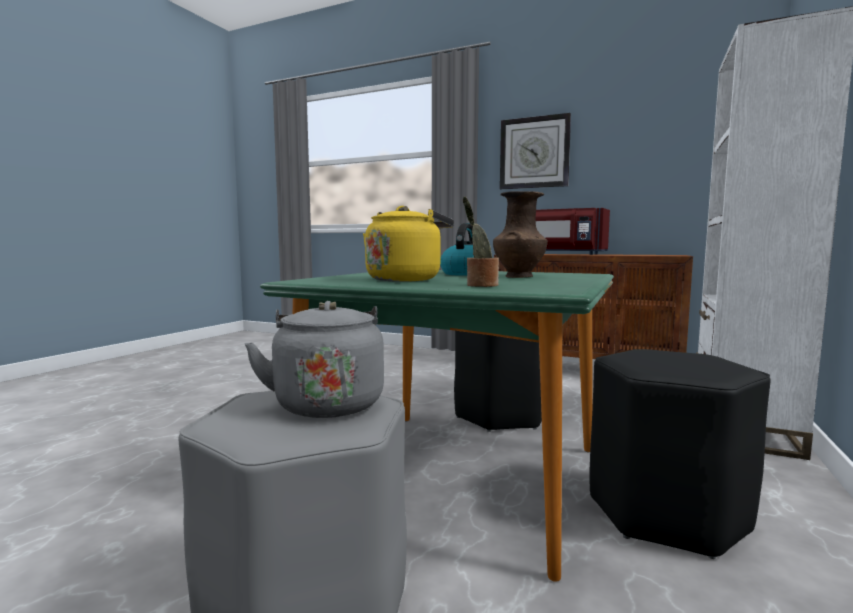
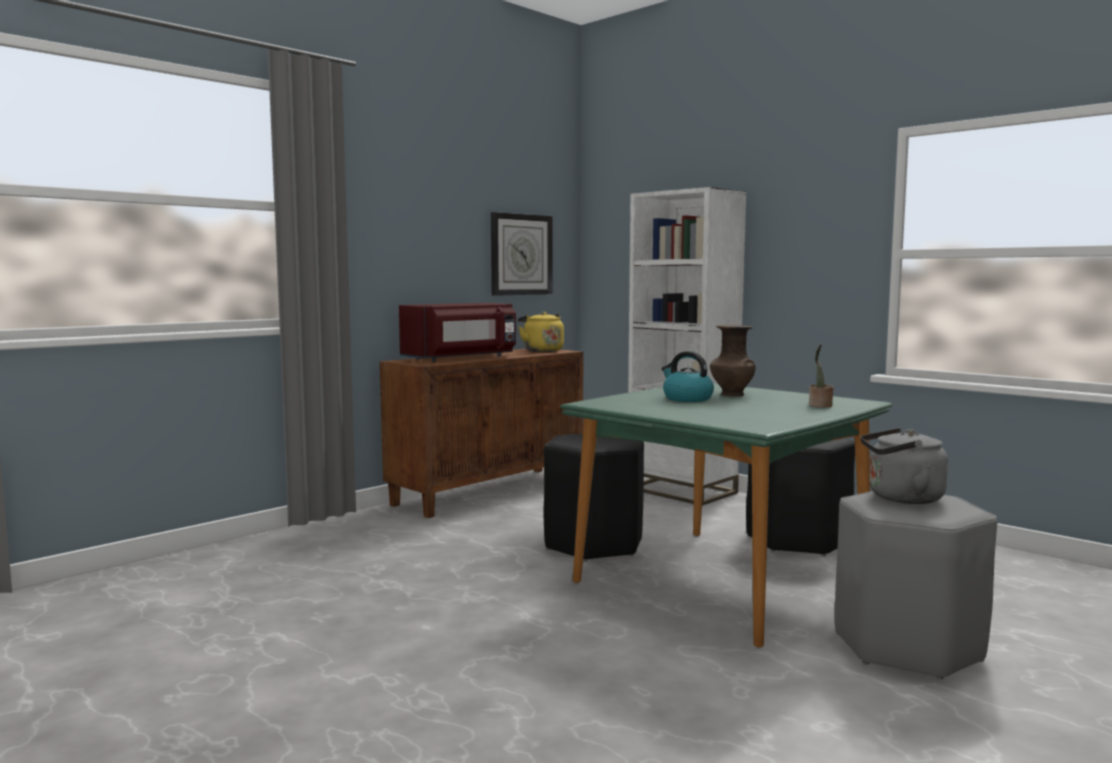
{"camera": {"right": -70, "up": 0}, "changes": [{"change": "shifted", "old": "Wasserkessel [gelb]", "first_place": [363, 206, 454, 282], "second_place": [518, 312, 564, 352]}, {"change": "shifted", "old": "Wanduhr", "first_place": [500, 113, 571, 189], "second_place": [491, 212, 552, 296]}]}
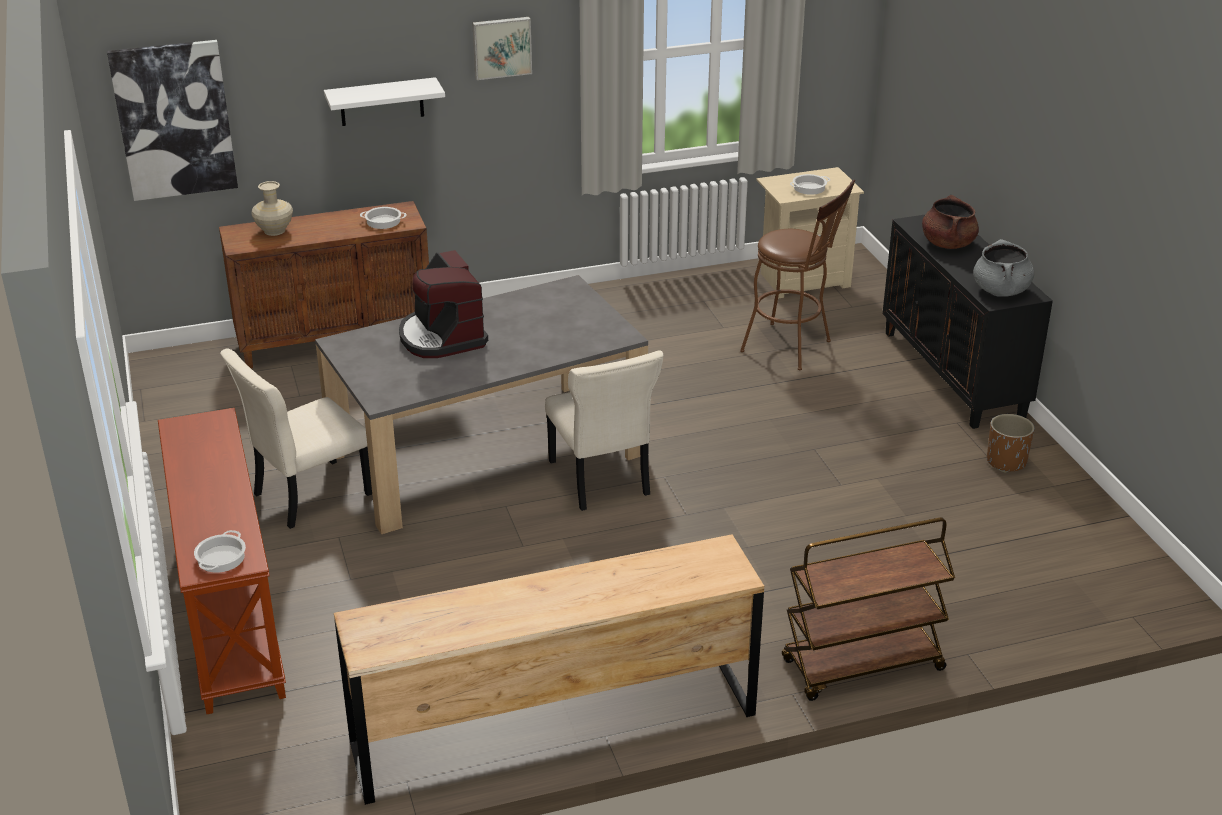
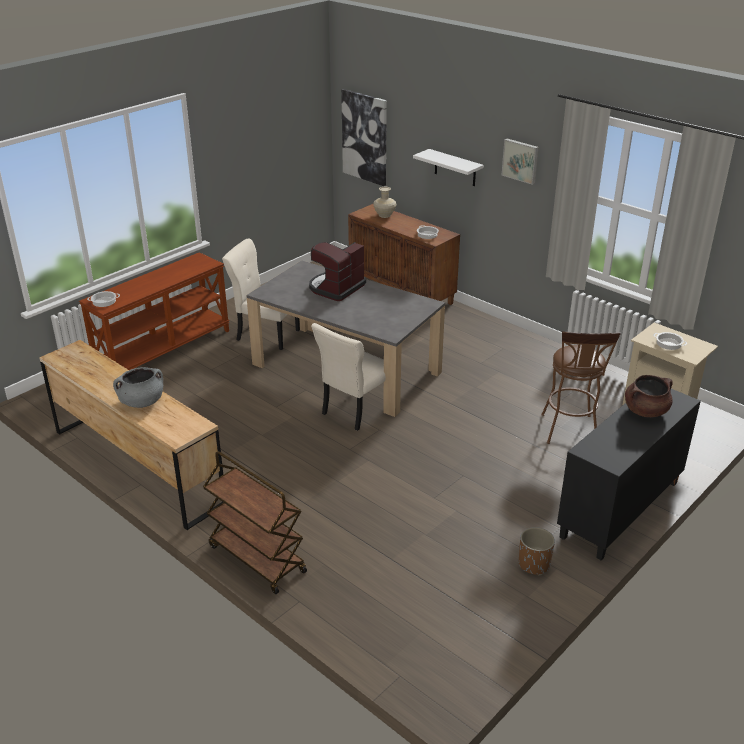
{"camera": {"right": 60, "up": 0}, "changes": [{"change": "shifted", "old": "Kochtopf [grau]", "first_place": [973, 239, 1034, 297], "second_place": [113, 367, 163, 408]}]}
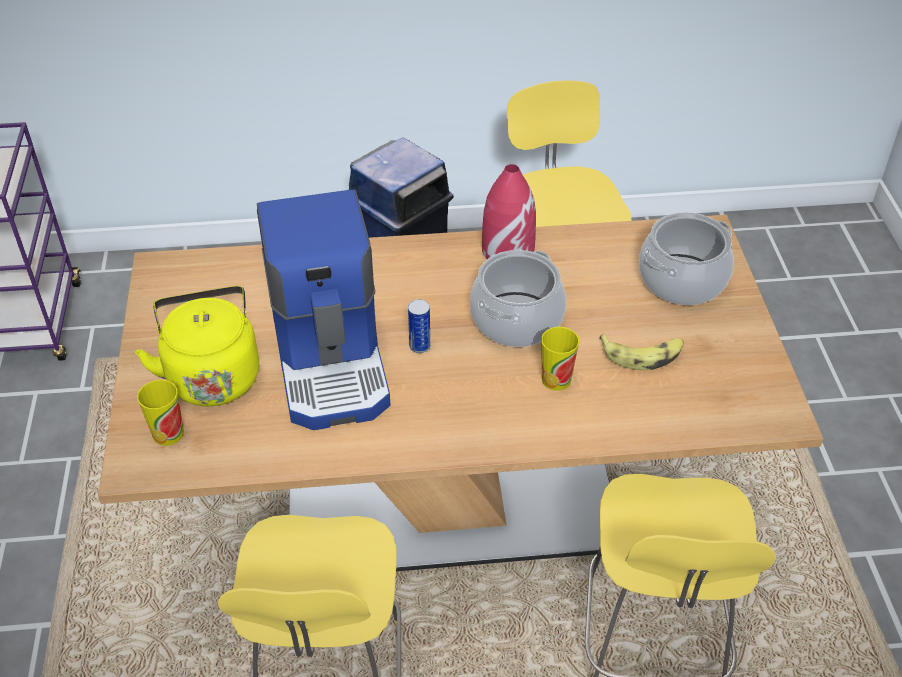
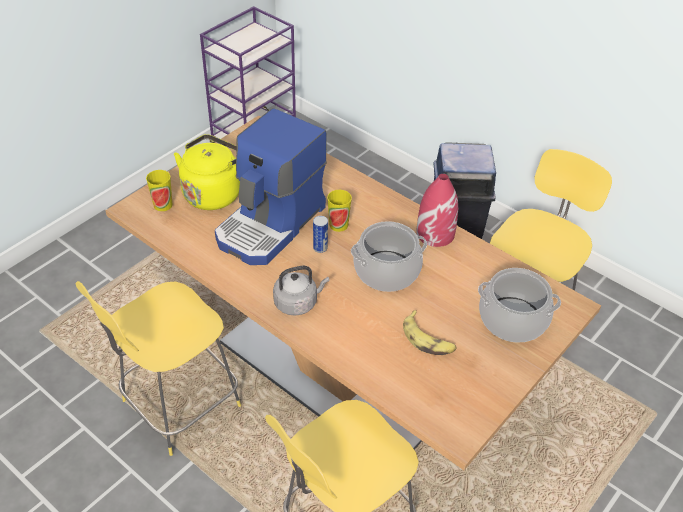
{"camera": {"right": 45, "up": 0}, "changes": [{"change": "new", "new": "Wasserkessel [grau]", "second_place": [273, 266, 329, 316]}, {"change": "shifted", "old": "Tasse", "first_place": [541, 327, 579, 391], "second_place": [327, 190, 352, 232]}]}
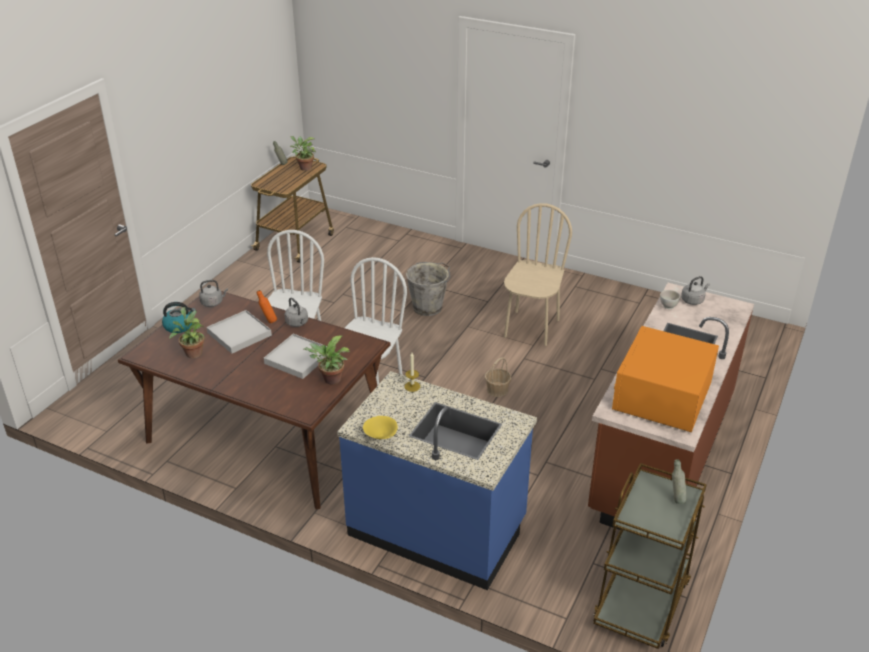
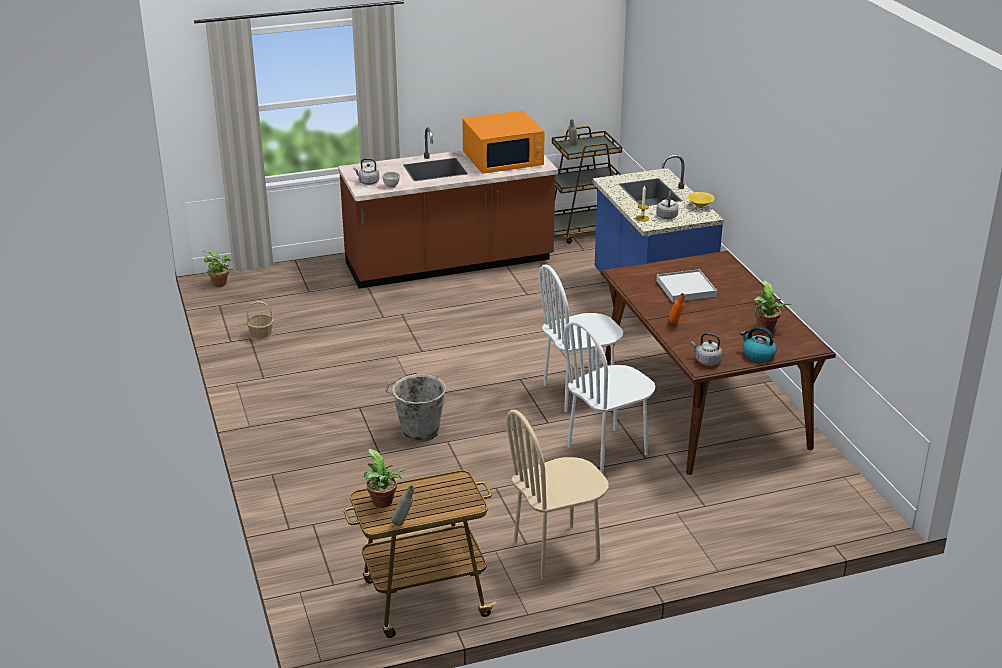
{"camera": {"right": -135, "up": -5}, "changes": [{"change": "gone", "old": "Tablett [weiß]", "first_place": [206, 310, 272, 354]}, {"change": "shifted", "old": "Wasserkessel [grau]", "first_place": [285, 298, 308, 327], "second_place": [656, 191, 679, 219]}, {"change": "shifted", "old": "Topfpflanze", "first_place": [304, 335, 350, 385], "second_place": [203, 250, 233, 287]}, {"change": "shifted", "old": "Korb", "first_place": [485, 357, 511, 397], "second_place": [246, 301, 274, 342]}, {"change": "shifted", "old": "Stuhl [beige]", "first_place": [504, 203, 572, 346], "second_place": [506, 410, 608, 580]}]}
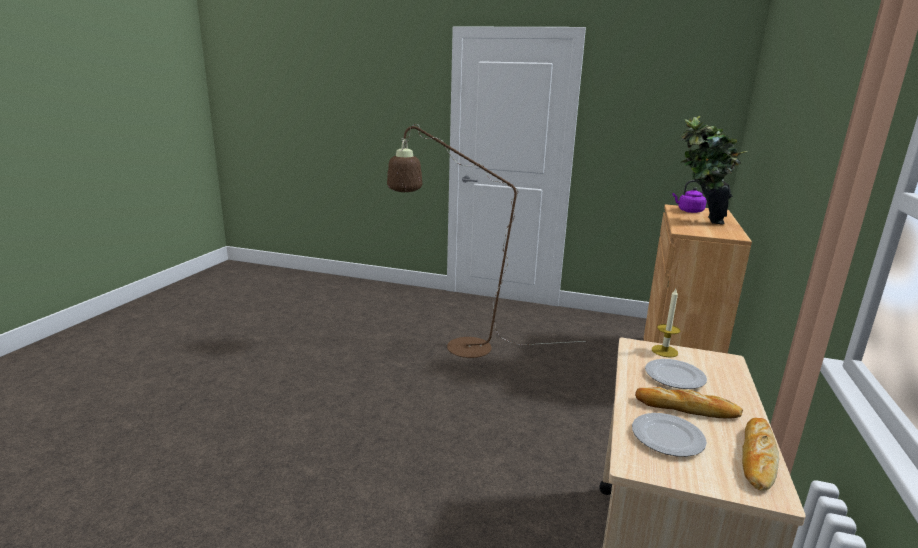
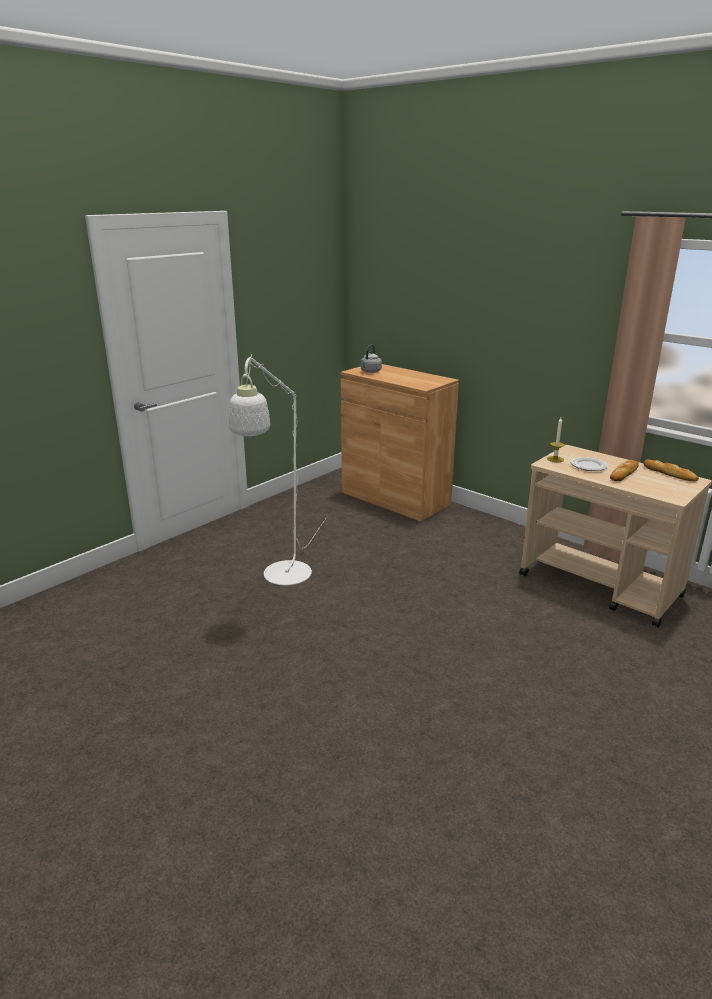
{"camera": {"right": -65, "up": 5}, "changes": [{"change": "gone", "old": "Teller", "first_place": [632, 413, 707, 457]}, {"change": "gone", "old": "Topfpflanze", "first_place": [680, 116, 748, 225]}, {"change": "repainted", "old": "Stehlampe [braun]", "new": "Stehlampe [weiß]", "first_place": [387, 124, 586, 358], "second_place": [228, 355, 328, 585]}, {"change": "repainted", "old": "Wasserkessel [lila]", "new": "Wasserkessel [grau]", "first_place": [672, 180, 707, 213], "second_place": [361, 344, 382, 373]}]}
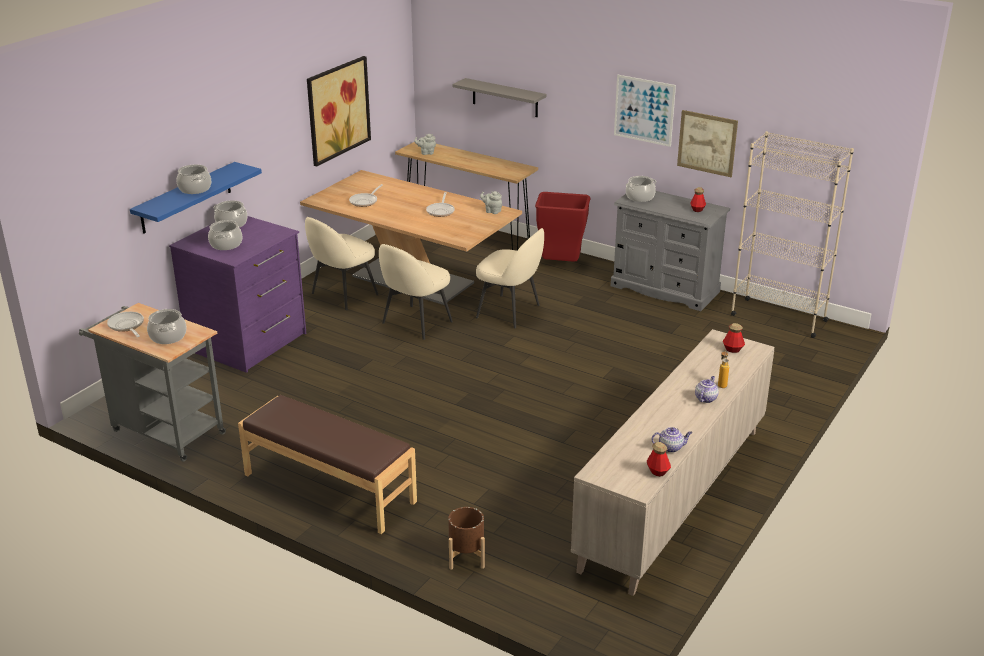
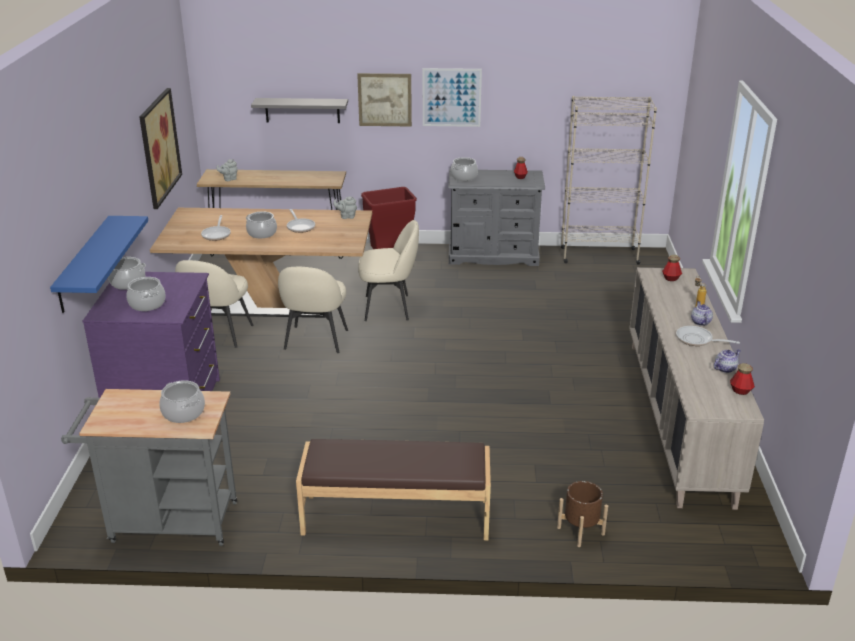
{"camera": {"right": -30, "up": 0}, "changes": [{"change": "shifted", "old": "Pfanne", "first_place": [107, 312, 144, 337], "second_place": [676, 326, 740, 346]}, {"change": "shifted", "old": "Kochtopf", "first_place": [176, 164, 211, 194], "second_place": [246, 211, 277, 239]}, {"change": "shifted", "old": "Bild", "first_place": [677, 110, 738, 177], "second_place": [357, 73, 412, 127]}]}
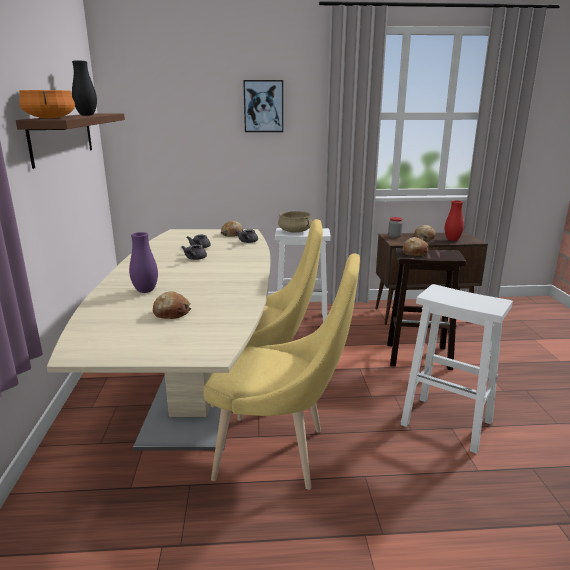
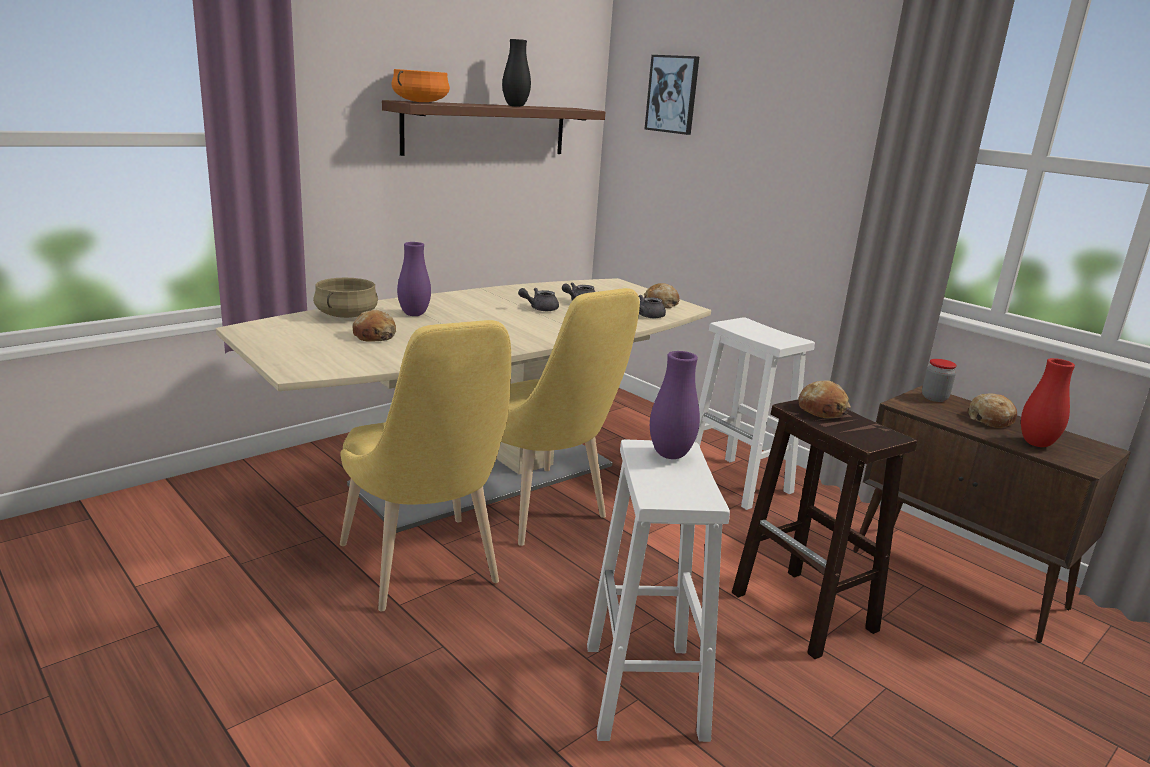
{"camera": {"right": 50, "up": 0}, "changes": [{"change": "new", "new": "Vase [lila]", "second_place": [650, 351, 700, 459]}, {"change": "shifted", "old": "Bild", "first_place": [243, 80, 283, 132], "second_place": [645, 55, 699, 135]}, {"change": "shifted", "old": "Kochtopf [beige]", "first_place": [278, 211, 312, 233], "second_place": [313, 278, 378, 318]}]}
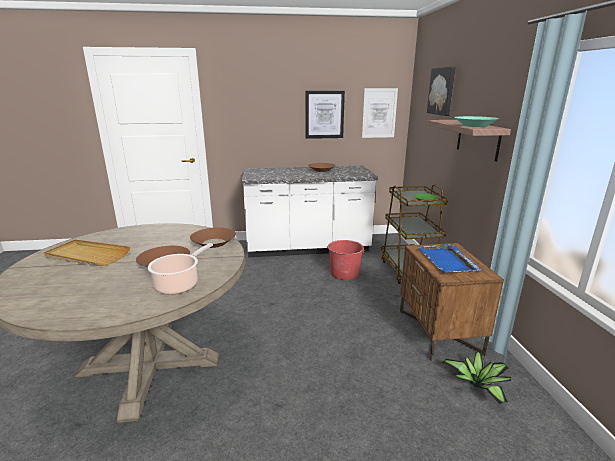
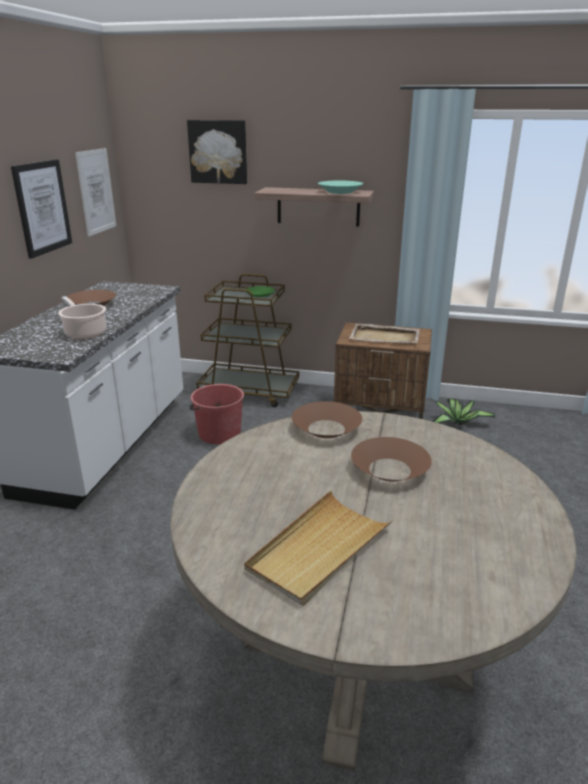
{"camera": {"right": -70, "up": 5}, "changes": [{"change": "shifted", "old": "Kochtopf", "first_place": [148, 243, 213, 295], "second_place": [58, 296, 107, 339]}, {"change": "repainted", "old": "Tablett [blau]", "new": "Tablett [beige]", "first_place": [418, 244, 482, 273], "second_place": [349, 324, 420, 343]}]}
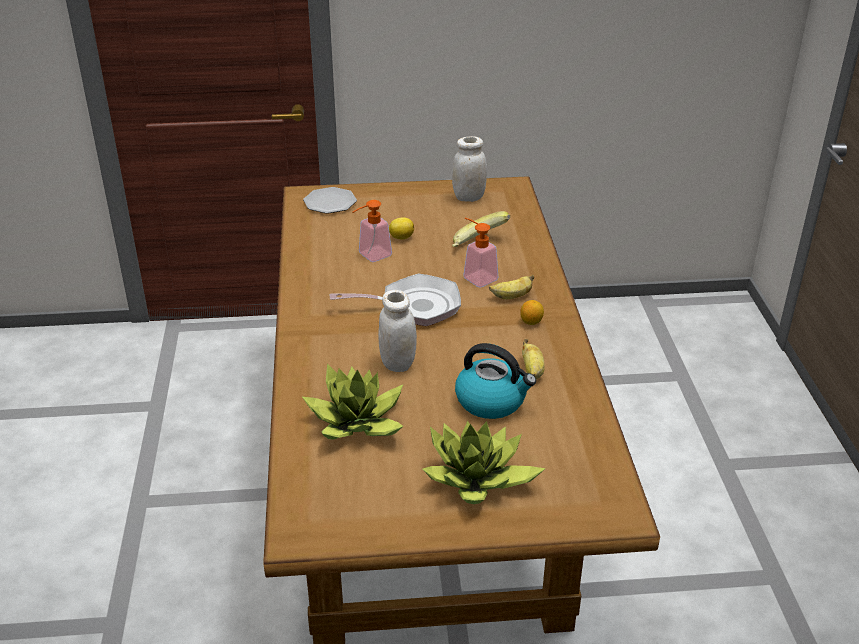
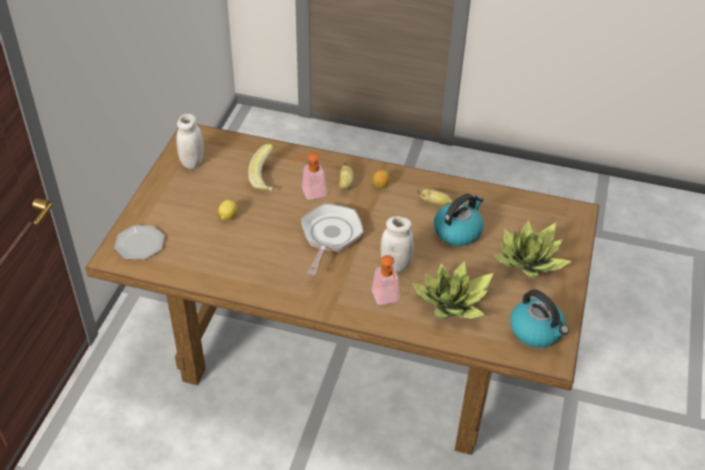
{"camera": {"right": -70, "up": 10}, "changes": [{"change": "new", "new": "Wasserkessel", "second_place": [510, 290, 569, 348]}, {"change": "shifted", "old": "Seifenspender", "first_place": [353, 200, 392, 262], "second_place": [372, 255, 399, 305]}]}
